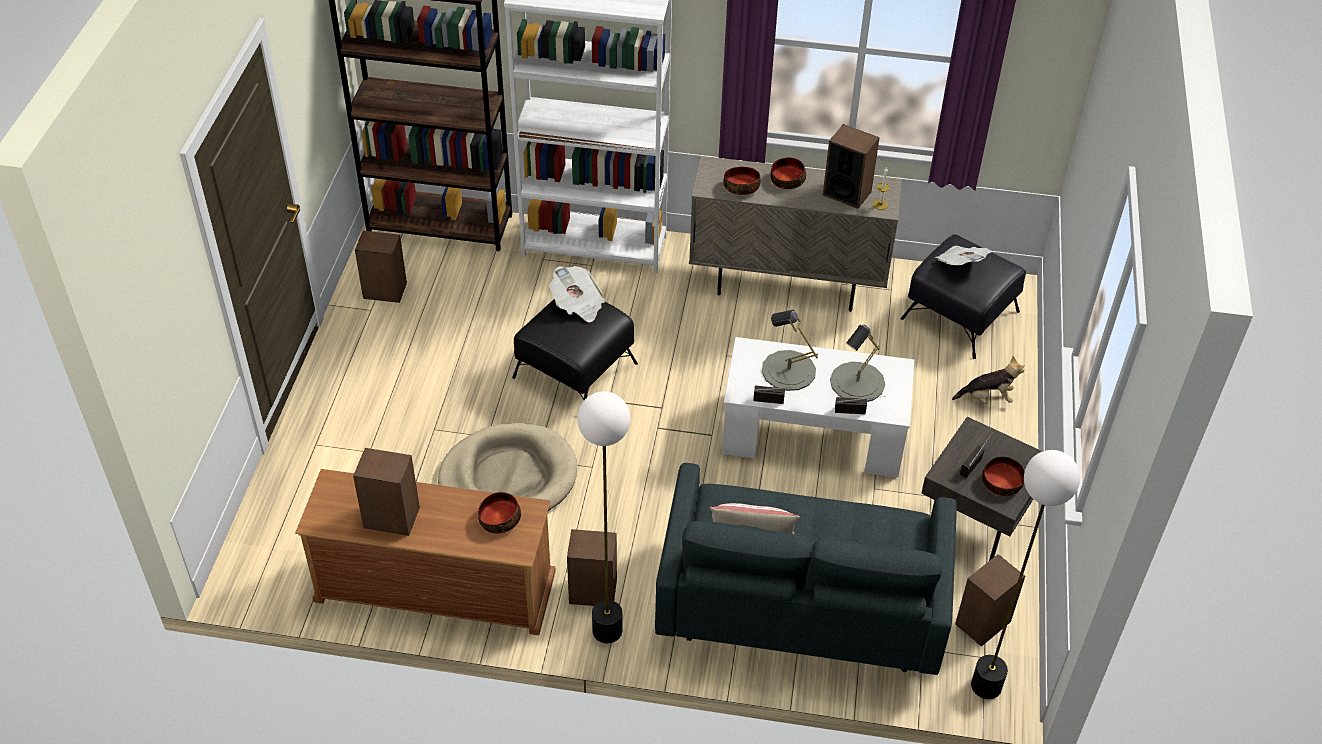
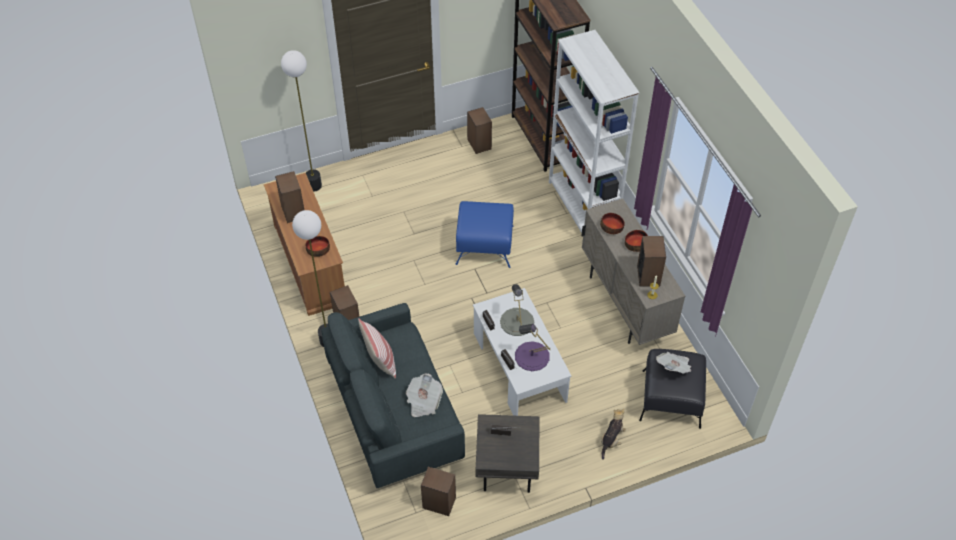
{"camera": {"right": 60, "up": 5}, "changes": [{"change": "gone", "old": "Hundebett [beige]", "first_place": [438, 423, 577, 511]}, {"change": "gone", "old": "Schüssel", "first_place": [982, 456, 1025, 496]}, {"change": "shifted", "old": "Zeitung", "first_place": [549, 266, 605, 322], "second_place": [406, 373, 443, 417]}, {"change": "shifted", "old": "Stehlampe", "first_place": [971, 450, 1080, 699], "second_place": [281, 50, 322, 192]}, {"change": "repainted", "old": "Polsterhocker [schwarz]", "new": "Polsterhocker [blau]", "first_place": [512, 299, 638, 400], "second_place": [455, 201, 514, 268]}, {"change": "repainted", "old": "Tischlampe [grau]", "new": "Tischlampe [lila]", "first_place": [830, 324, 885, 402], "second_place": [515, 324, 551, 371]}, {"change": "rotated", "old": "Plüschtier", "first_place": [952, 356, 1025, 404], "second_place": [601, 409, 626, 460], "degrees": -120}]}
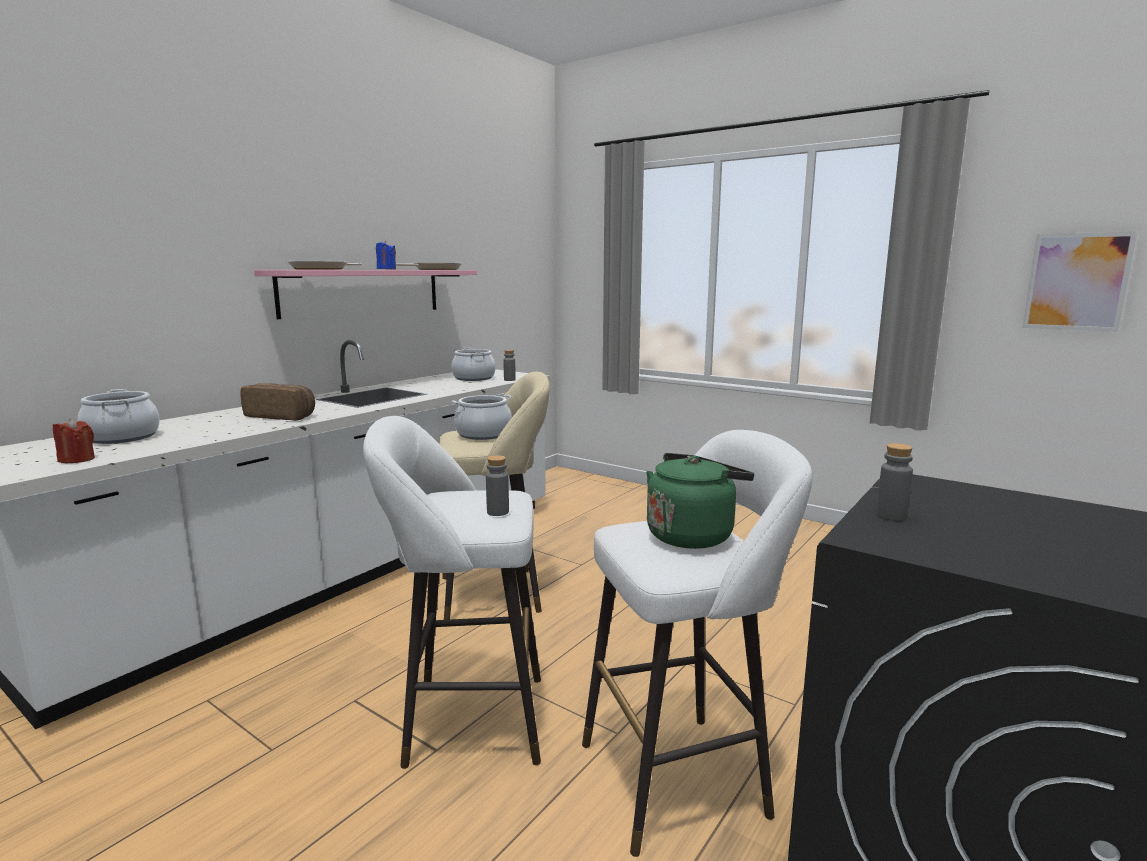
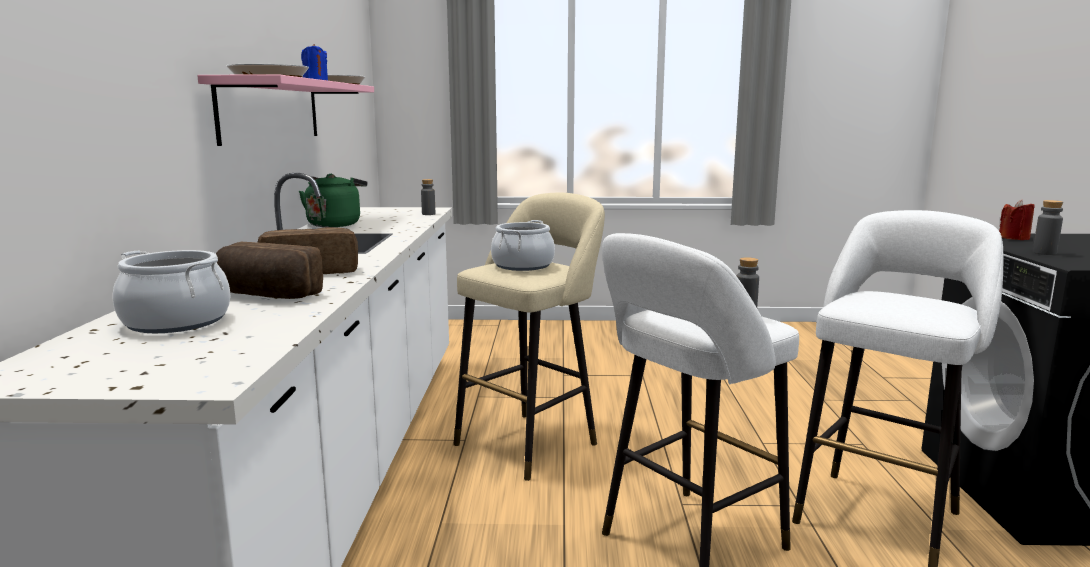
{"camera": {"right": -35, "up": 0}, "changes": [{"change": "gone", "old": "Kochtopf", "first_place": [451, 348, 495, 381]}, {"change": "gone", "old": "Bild", "first_place": [1022, 232, 1137, 332]}, {"change": "new", "new": "Brot", "second_place": [216, 242, 323, 299]}, {"change": "shifted", "old": "Kerze [rot]", "first_place": [53, 418, 95, 463], "second_place": [999, 200, 1035, 240]}, {"change": "shifted", "old": "Wasserkessel [grün]", "first_place": [646, 453, 754, 549], "second_place": [299, 174, 367, 227]}]}
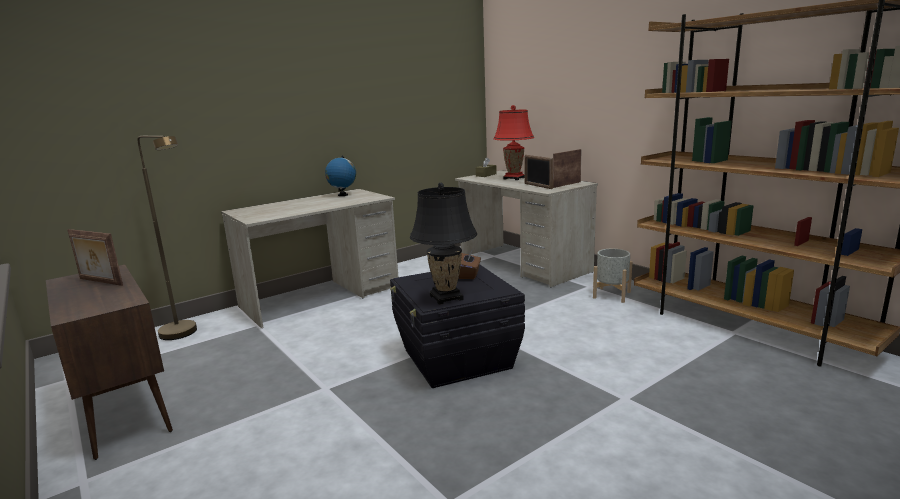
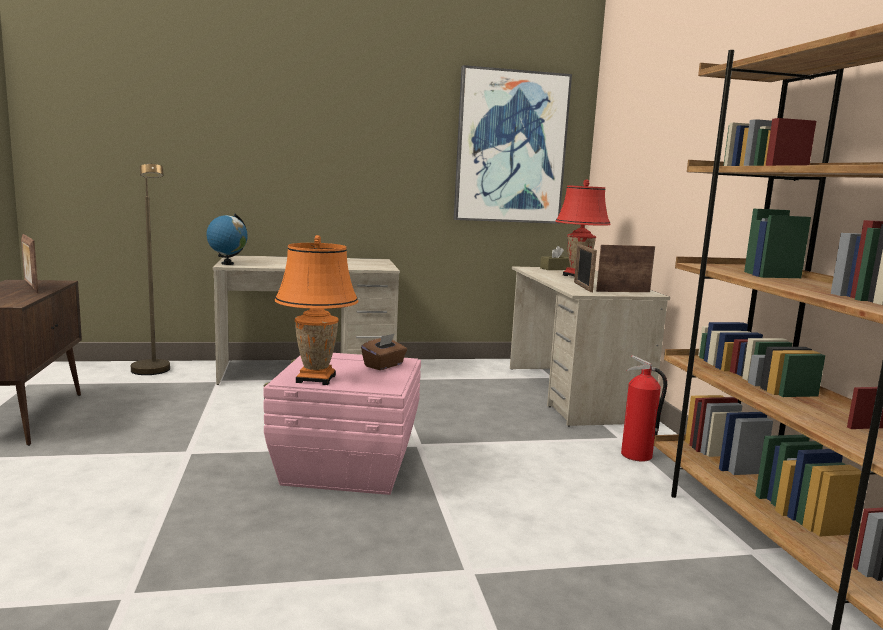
{"camera": {"right": 25, "up": -5}, "changes": [{"change": "new", "new": "Bild", "second_place": [454, 65, 572, 224]}, {"change": "shifted", "old": "Globus", "first_place": [325, 156, 356, 196], "second_place": [206, 214, 248, 265]}, {"change": "swapped", "old": "Pflanzkübel [grau]", "new": "Feuerlöscher", "first_place": [593, 249, 632, 303], "second_place": [621, 355, 667, 462]}, {"change": "repainted", "old": "Aufbewahrungsbox [schwarz]", "new": "Aufbewahrungsbox [rosa]", "first_place": [390, 264, 525, 388], "second_place": [263, 353, 421, 495]}, {"change": "repainted", "old": "Tischlampe [schwarz]", "new": "Tischlampe [orange]", "first_place": [410, 183, 477, 305], "second_place": [274, 235, 359, 385]}]}
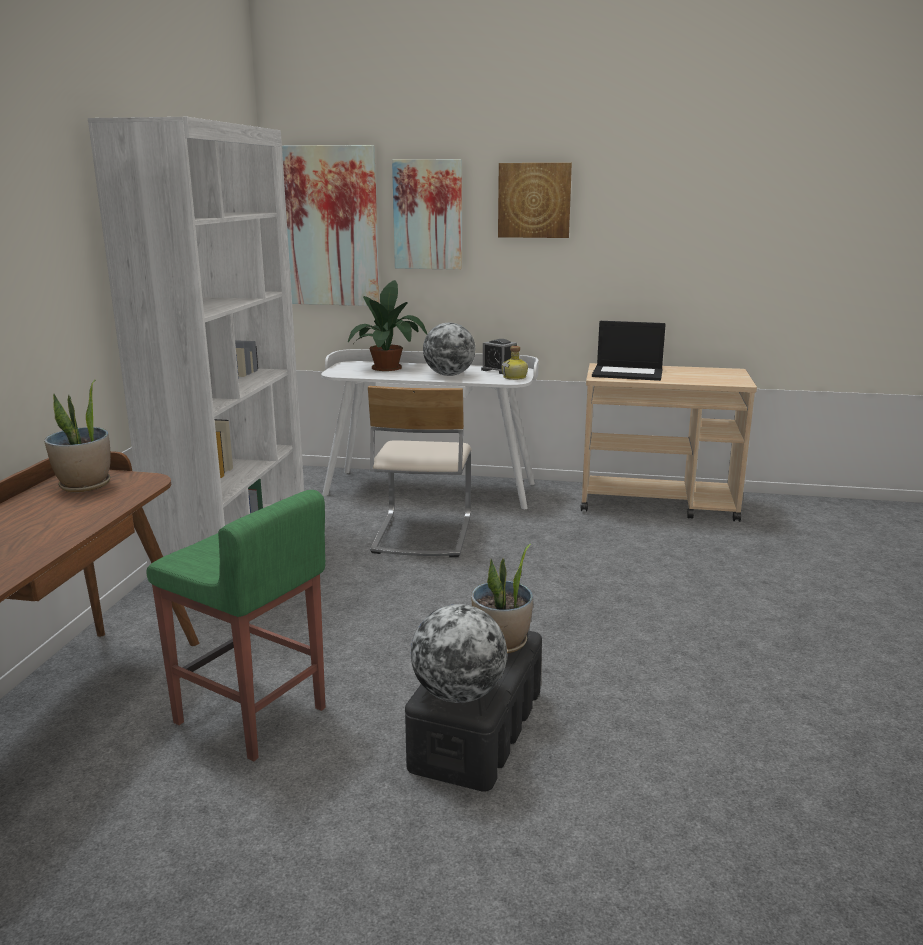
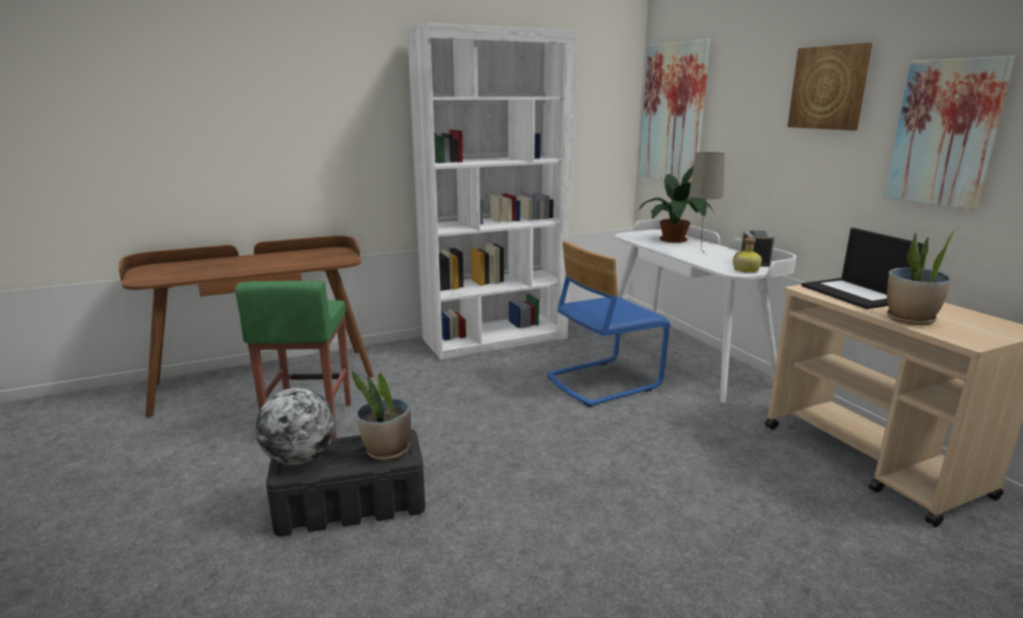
{"camera": {"right": 55, "up": 0}, "changes": [{"change": "shifted", "old": "Topfpflanze", "first_place": [44, 379, 111, 492], "second_place": [887, 228, 959, 325]}, {"change": "shifted", "old": "Bild", "first_place": [392, 159, 462, 270], "second_place": [884, 56, 1015, 210]}, {"change": "swapped", "old": "Globus", "new": "Tischlampe [beige]", "first_place": [423, 323, 475, 376], "second_place": [689, 152, 725, 254]}, {"change": "repainted", "old": "Stuhl [beige]", "new": "Stuhl [blau]", "first_place": [368, 386, 472, 557], "second_place": [547, 241, 670, 407]}]}
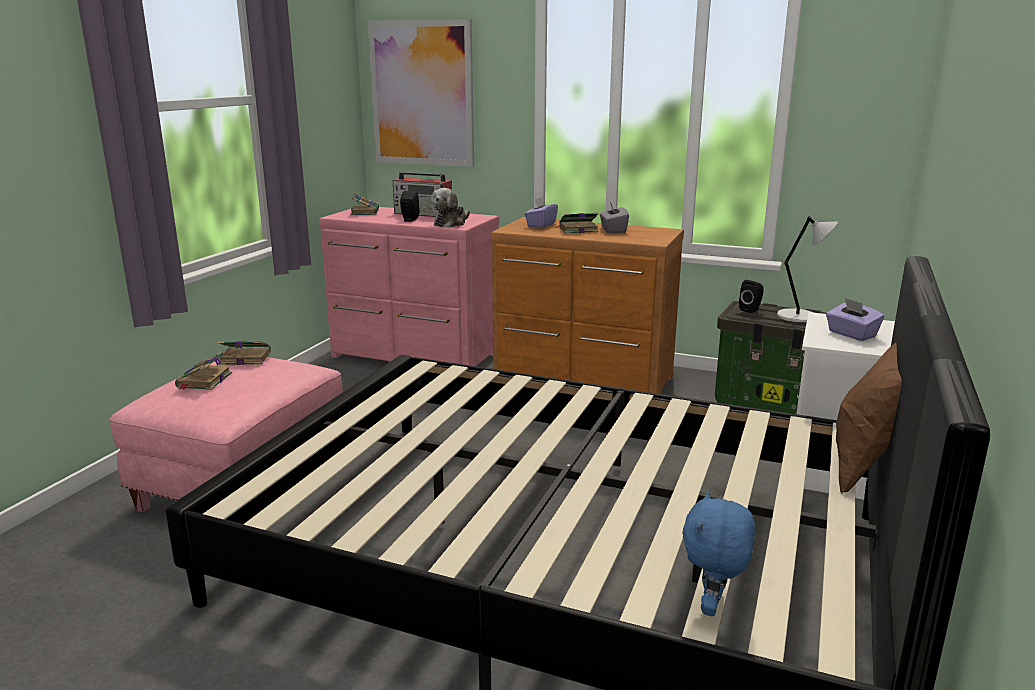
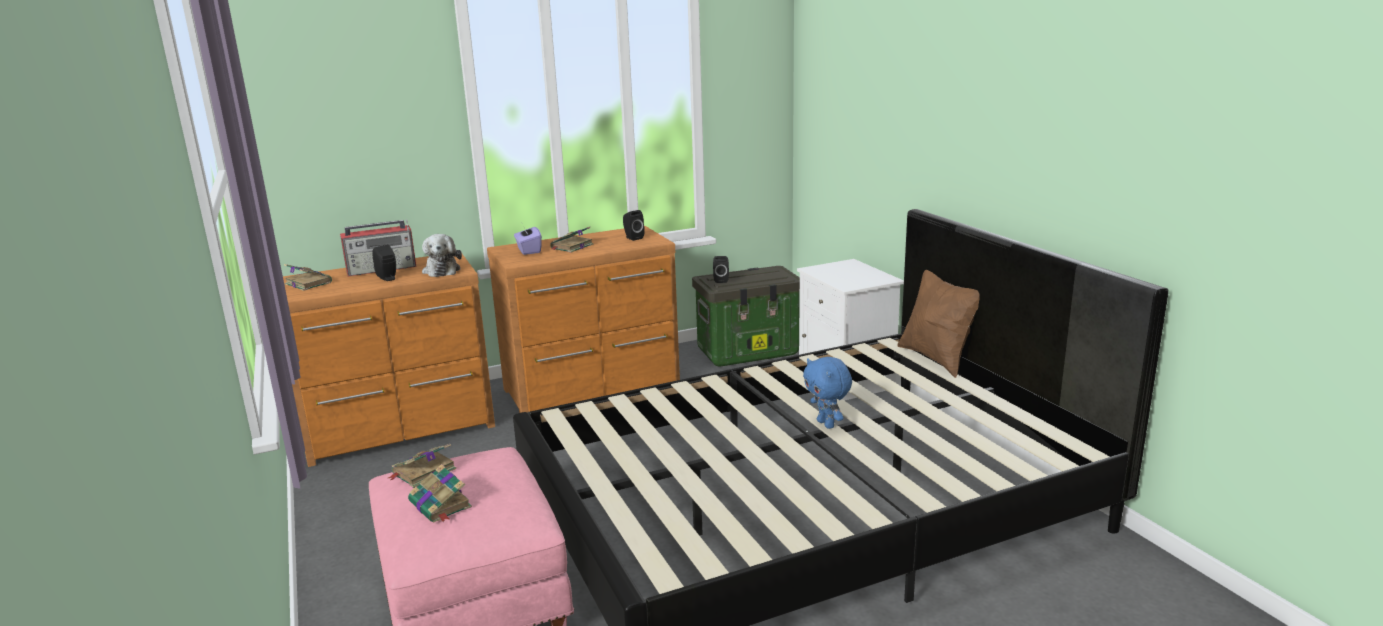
{"camera": {"right": -45, "up": 0}, "changes": [{"change": "gone", "old": "Bild", "first_place": [368, 19, 474, 167]}, {"change": "gone", "old": "Taschentuchbox [grau]", "first_place": [599, 202, 629, 233]}, {"change": "gone", "old": "Tischlampe [grau]", "first_place": [777, 216, 838, 323]}, {"change": "gone", "old": "Taschentuchbox [lila]", "first_place": [826, 298, 884, 341]}, {"change": "new", "new": "Lautsprecher [schwarz]", "second_place": [623, 210, 645, 241]}, {"change": "shifted", "old": "Plüschtier [blau]", "first_place": [682, 491, 755, 616], "second_place": [803, 357, 852, 429]}, {"change": "repainted", "old": "Kommode [rosa]", "new": "Kommode [braun]", "first_place": [319, 207, 499, 366], "second_place": [283, 254, 495, 467]}]}
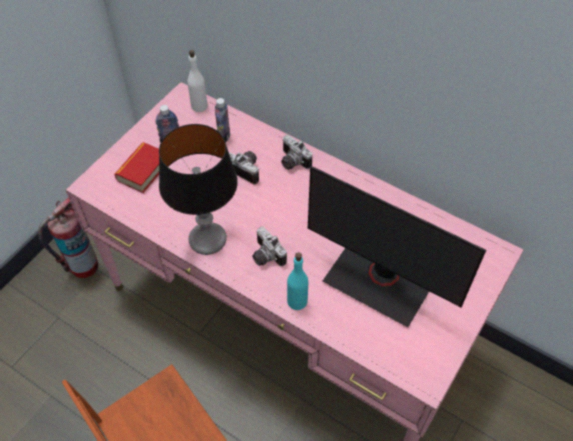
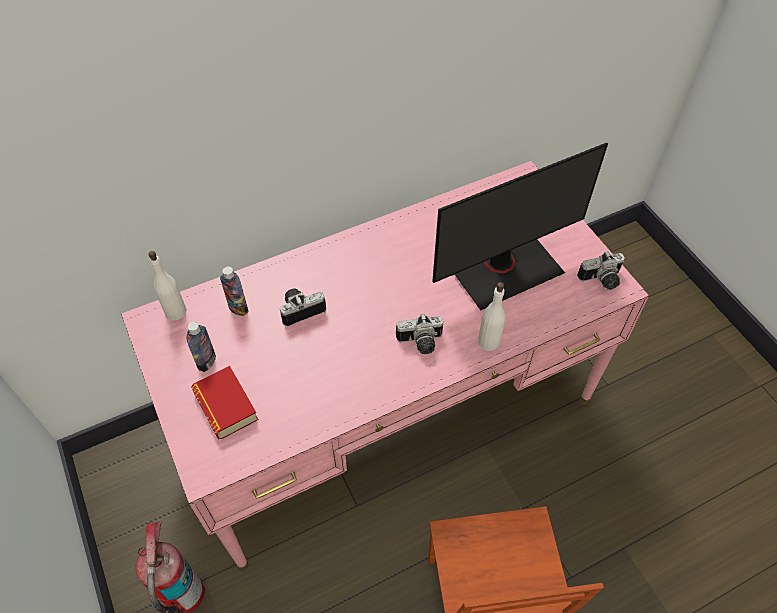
{"camera": {"right": -60, "up": 0}, "changes": [{"change": "gone", "old": "Tischlampe", "first_place": [159, 124, 238, 255]}, {"change": "shifted", "old": "Kamera", "first_place": [281, 135, 312, 170], "second_place": [577, 251, 625, 290]}, {"change": "repainted", "old": "Flasche [türkis]", "new": "Flasche [weiß]", "first_place": [287, 252, 308, 310], "second_place": [478, 282, 506, 351]}]}
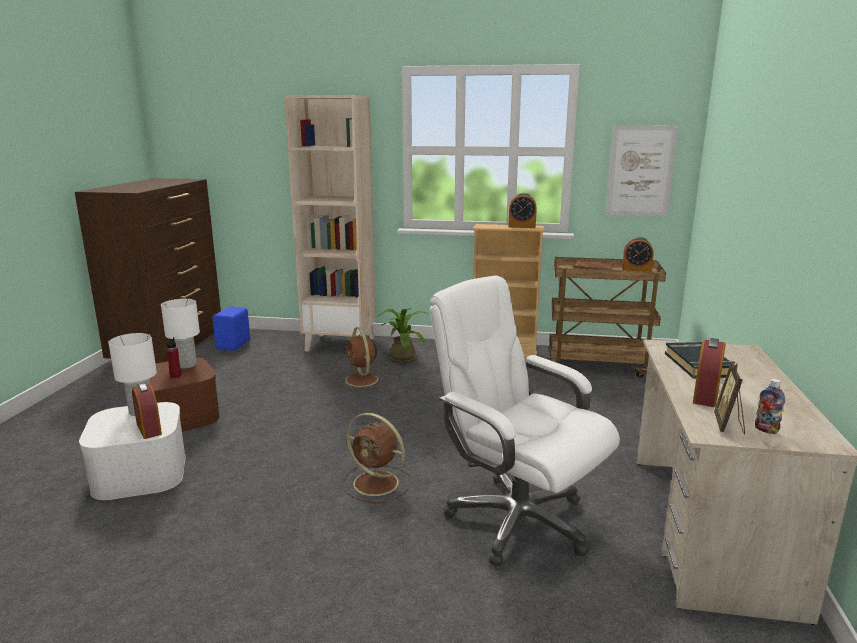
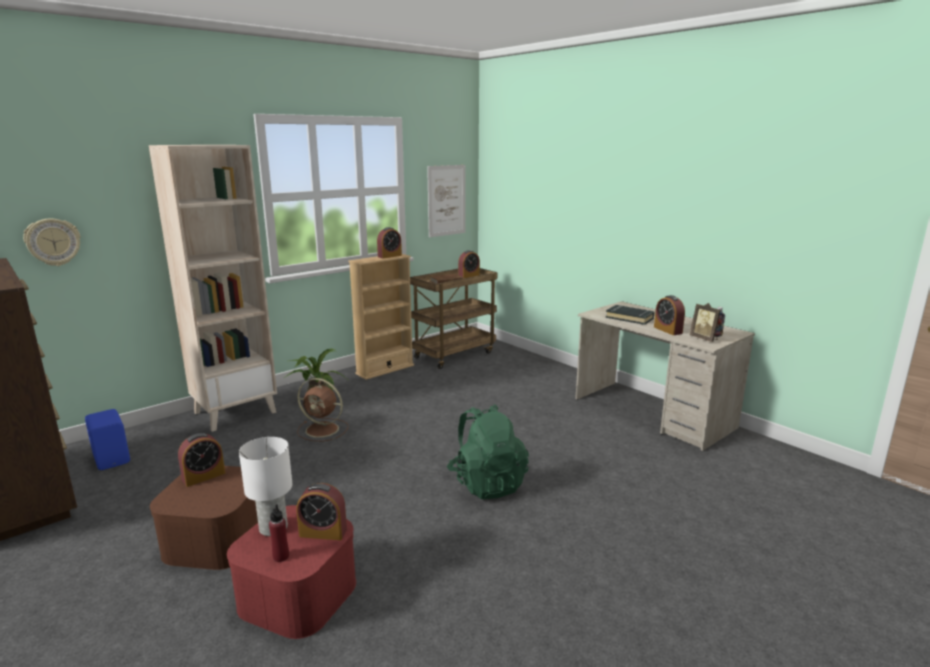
{"camera": {"right": -50, "up": 0}, "changes": [{"change": "gone", "old": "Bürostuhl [weiß]", "first_place": [430, 276, 620, 566]}, {"change": "new", "new": "Wanduhr", "second_place": [23, 218, 80, 266]}, {"change": "shifted", "old": "Flasche [rot]", "first_place": [165, 337, 182, 378], "second_place": [269, 504, 289, 562]}, {"change": "swapped", "old": "Tischlampe [weiß]", "new": "Wecker", "first_place": [161, 299, 200, 369], "second_place": [178, 433, 225, 487]}, {"change": "swapped", "old": "Ventilator [braun]", "new": "Rucksack [grün]", "first_place": [342, 413, 412, 503], "second_place": [447, 404, 529, 499]}, {"change": "repainted", "old": "Aufbewahrungsbox [weiß]", "new": "Aufbewahrungsbox [rot]", "first_place": [79, 402, 186, 500], "second_place": [227, 505, 356, 639]}]}
